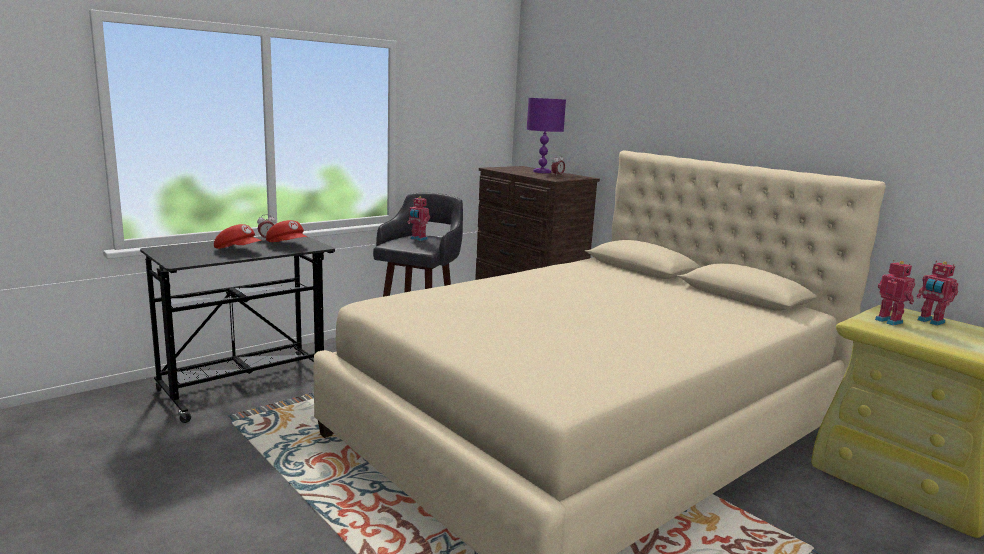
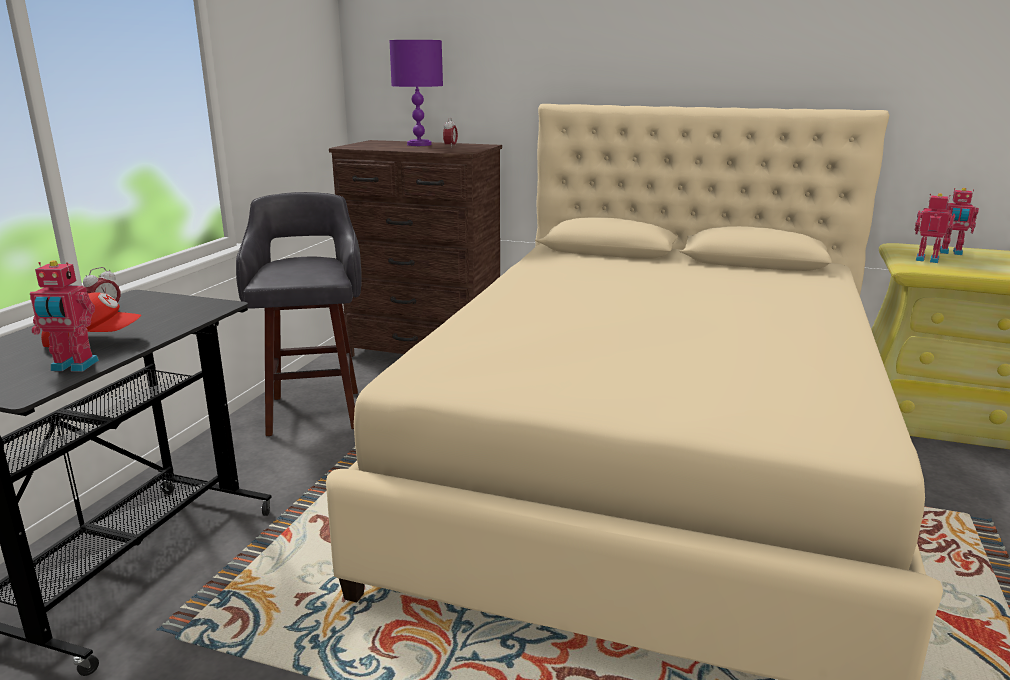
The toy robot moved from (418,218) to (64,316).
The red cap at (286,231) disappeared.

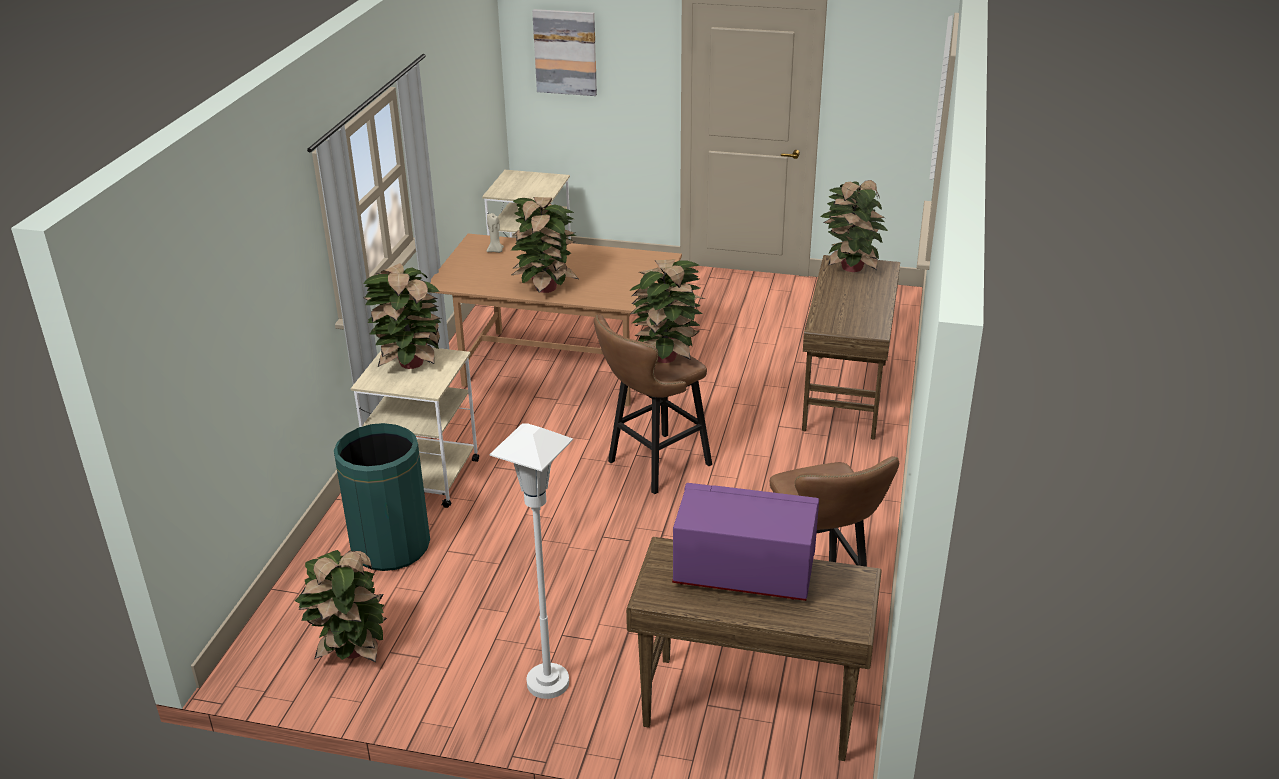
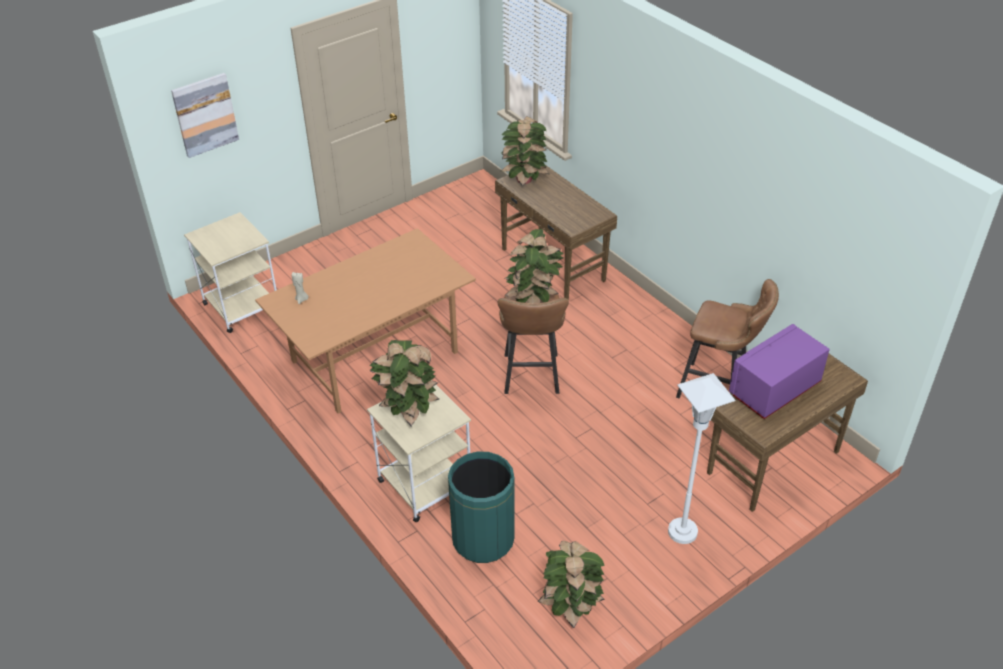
The potted plant at (544,245) disappeared.

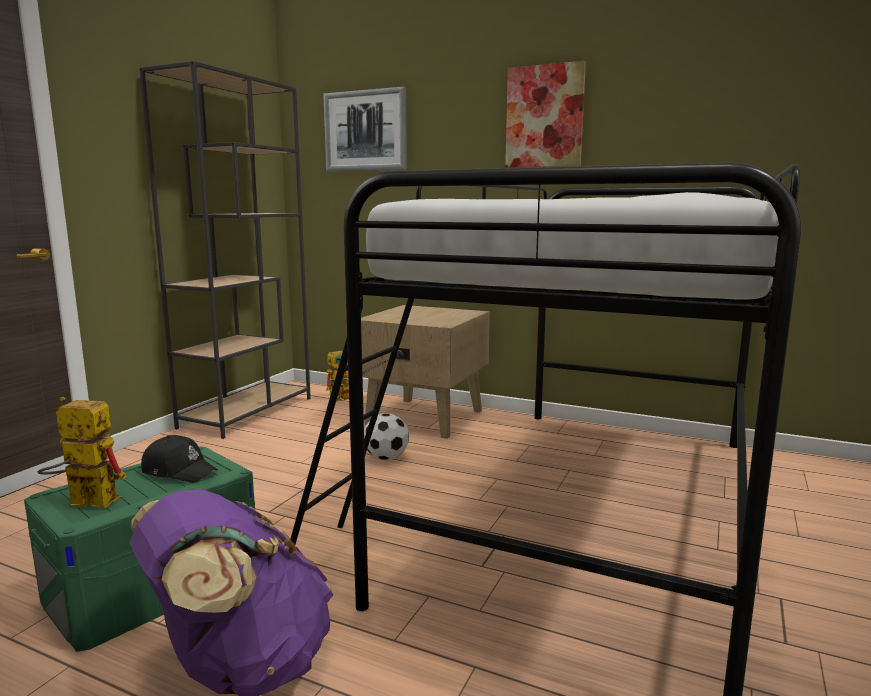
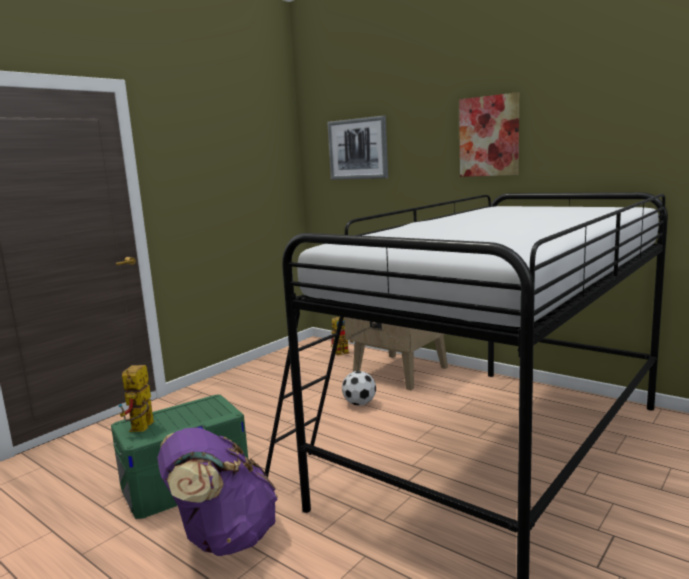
The toy robot at (81,453) turned 105 degrees counterclockwise.
The bookcase at (225,250) disappeared.
The blackish cap at (179,459) disappeared.

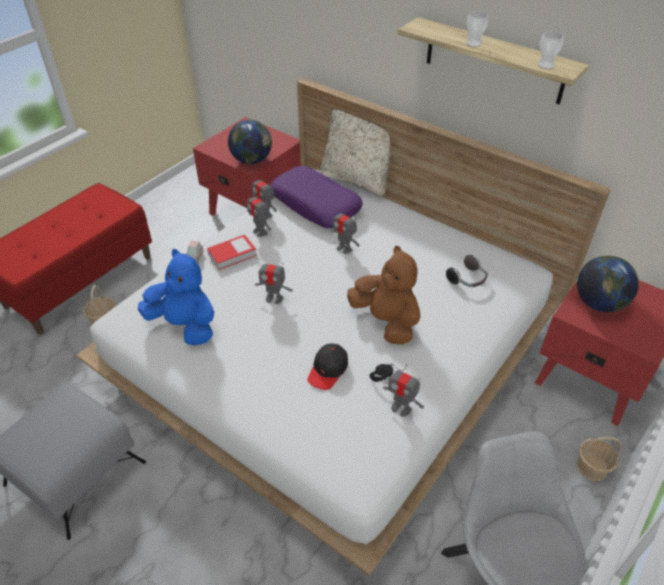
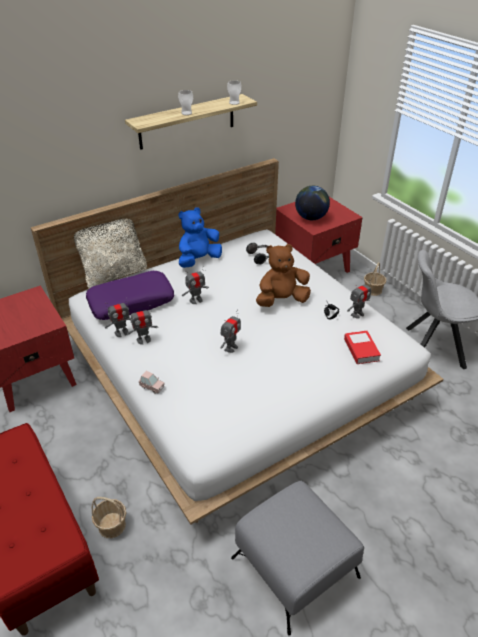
The blue cuddly toy moved from (176,297) to (200,237).
The volume moved from (232,252) to (362,347).
The world globe at (250,142) disappeared.
The blackish cap at (328,366) disappeared.

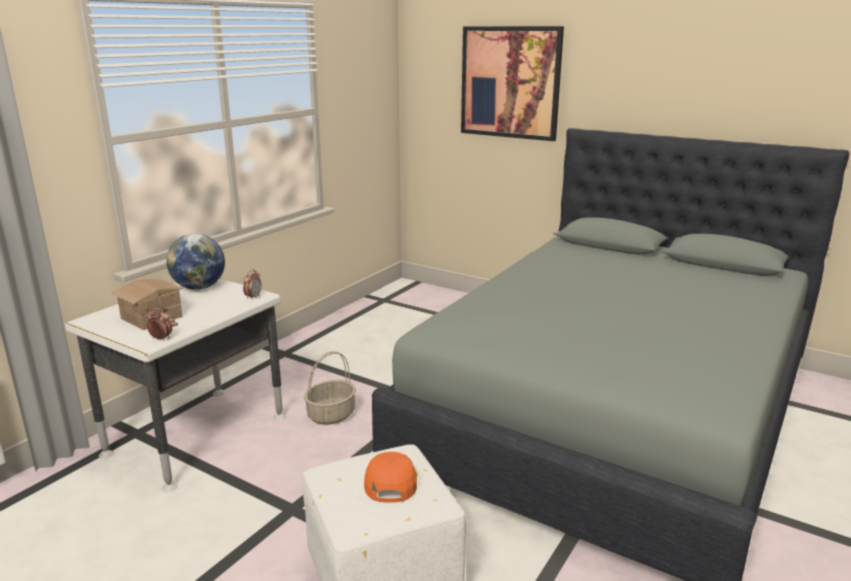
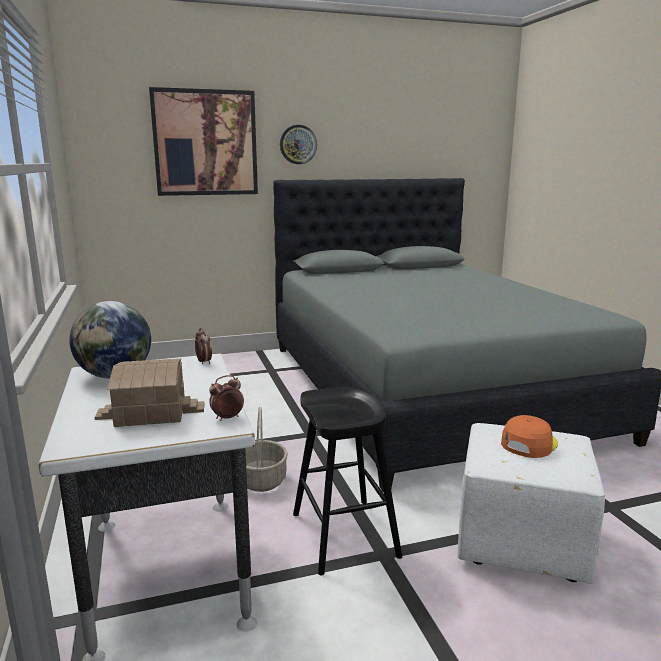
The clock on the wall at (298,144) appeared.
The blackish sitting stool at (347,481) appeared.
The orange-coloured cap at (390,477) turned 90 degrees clockwise.

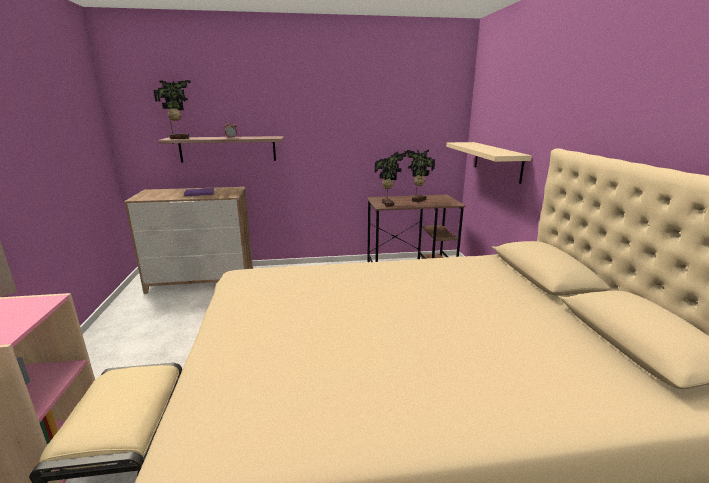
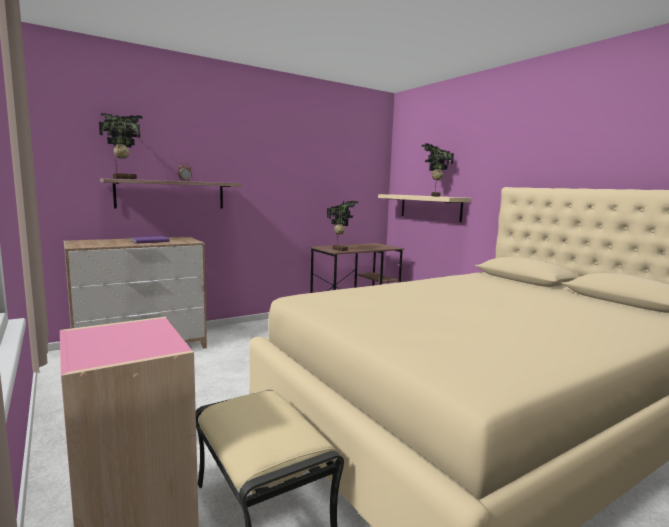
The potted plant moved from (419,176) to (437,170).

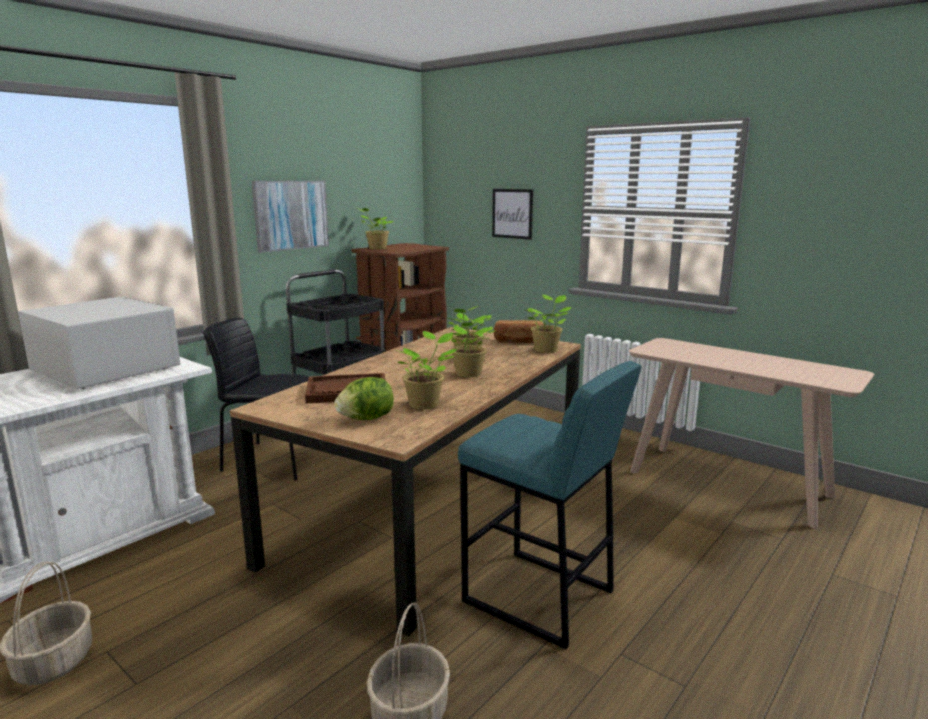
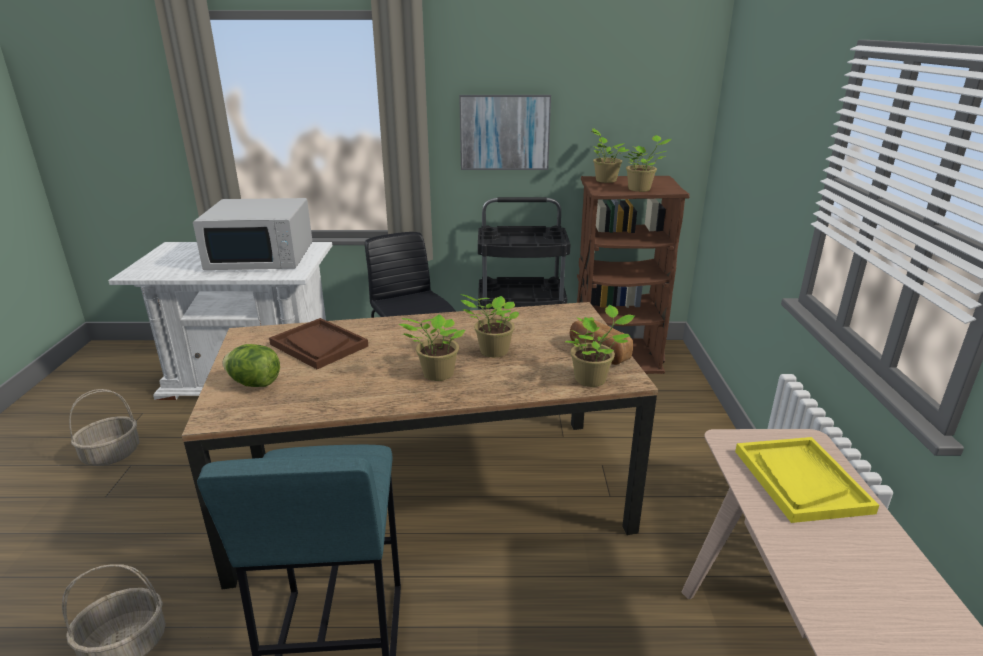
The white-coloured microwave at (99,343) turned 90 degrees clockwise.
The potted plant moved from (428,370) to (646,163).
The yellowish tray at (807,480) appeared.
The wall picture at (512,214) disappeared.

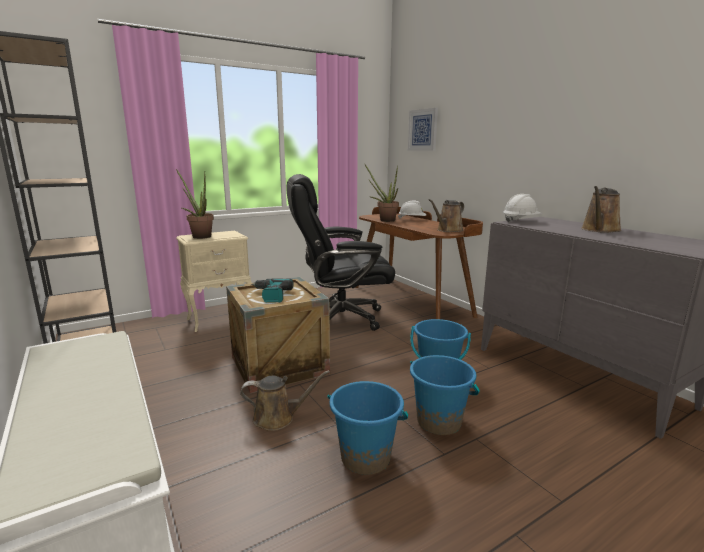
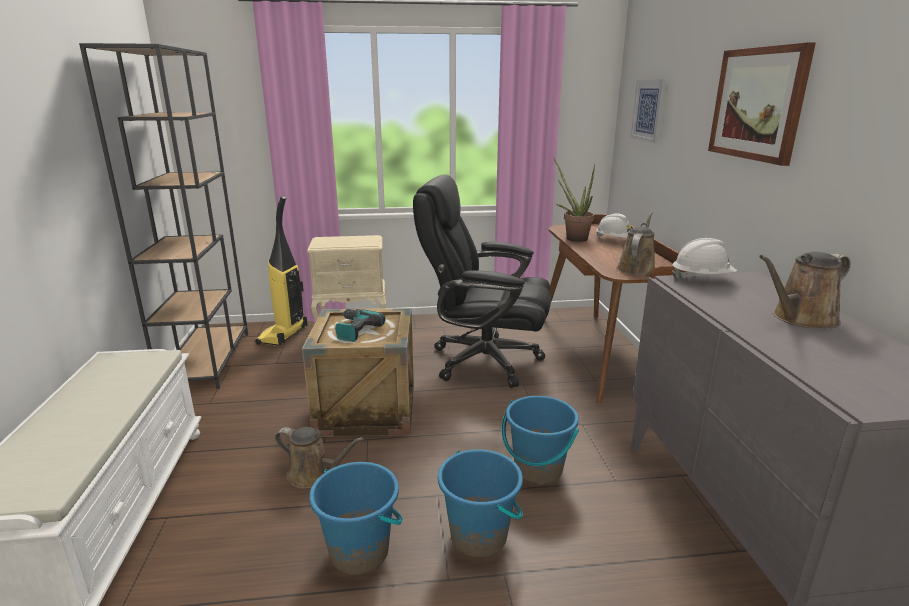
The hoover at (281,271) appeared.
The brownish sprinkling can at (446,215) turned 135 degrees clockwise.
The wall picture at (762,104) appeared.
The potted plant at (195,204) disappeared.

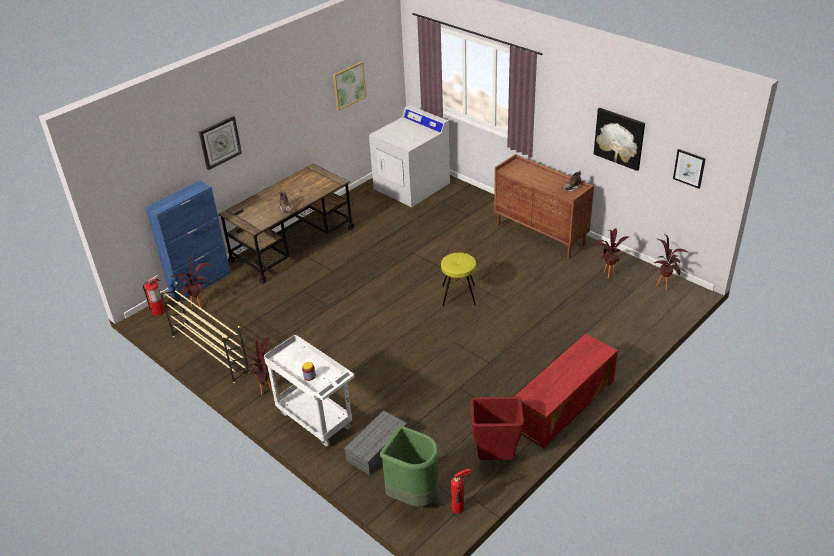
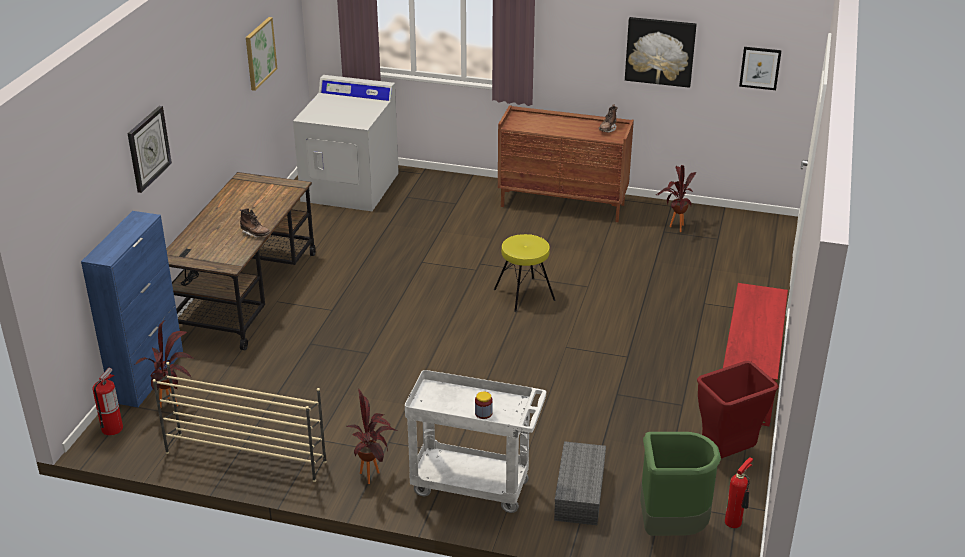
The potted plant at (671,262) disappeared.

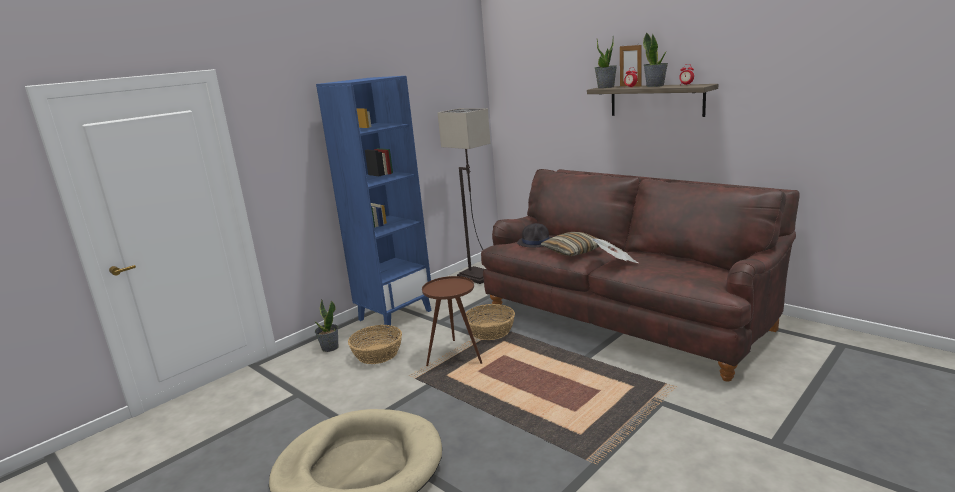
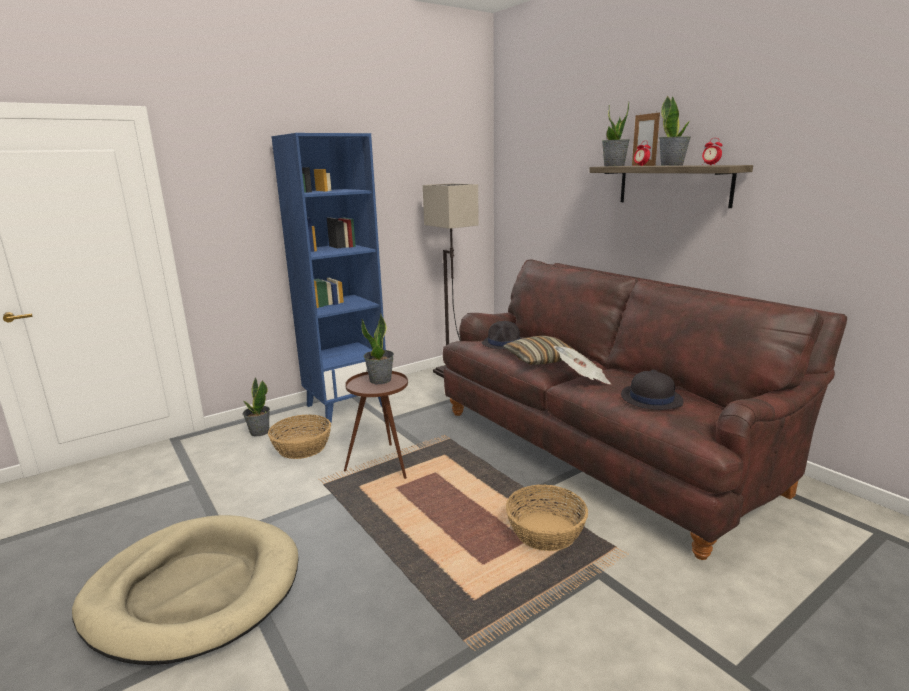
The potted plant at (378,349) appeared.
The basket moved from (490,322) to (547,518).
The blackish wearable hat at (652,390) appeared.

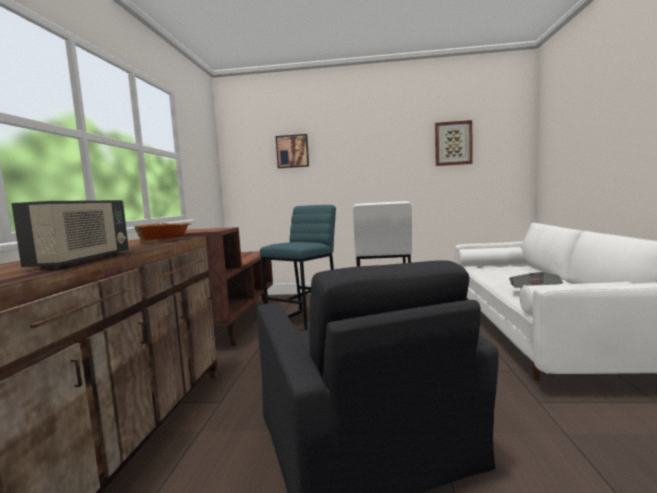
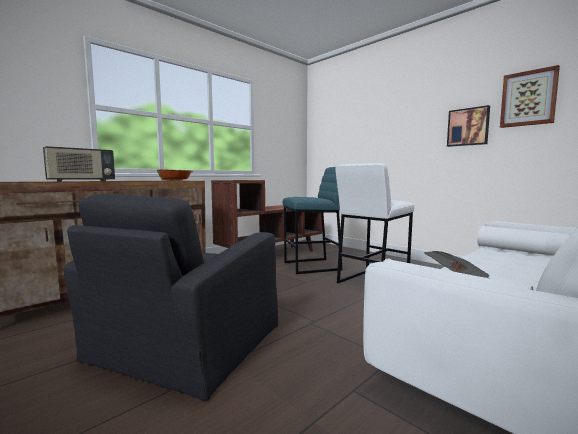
The wall picture moved from (292,151) to (468,126).

